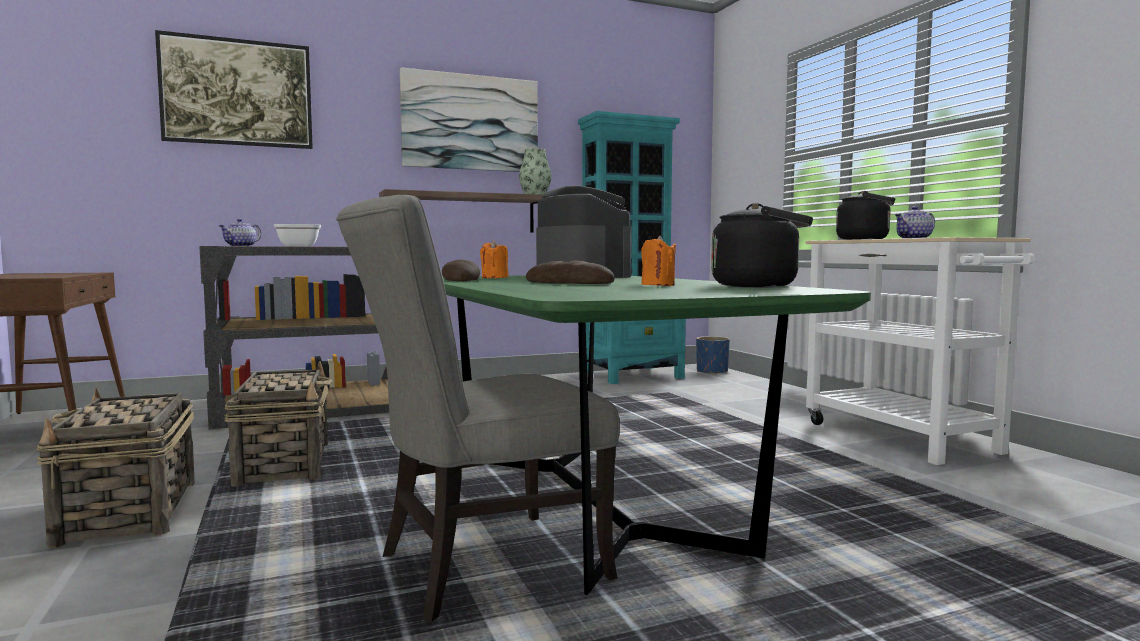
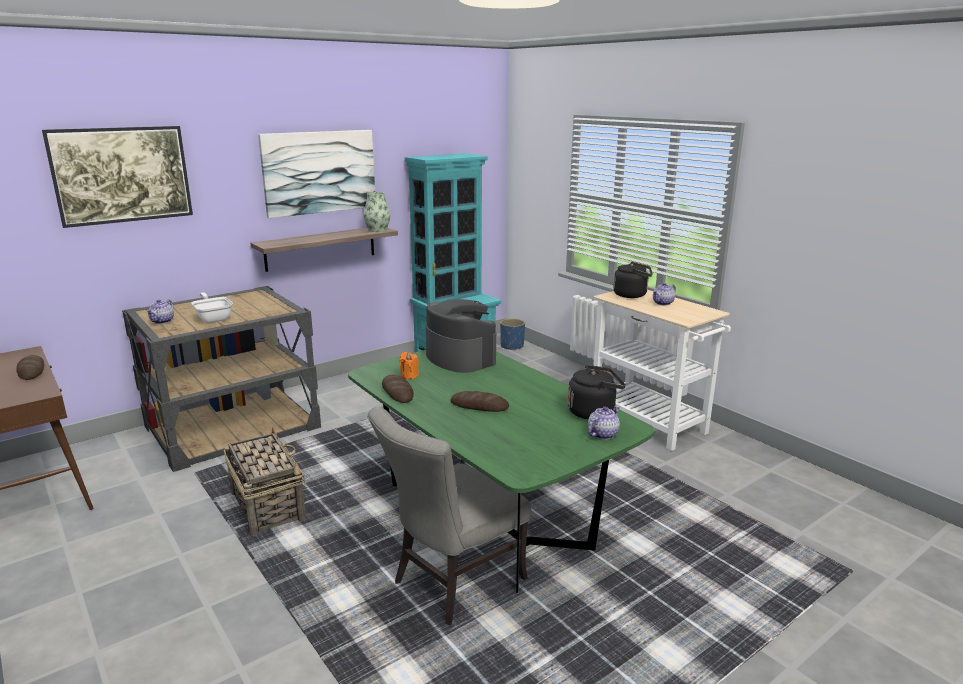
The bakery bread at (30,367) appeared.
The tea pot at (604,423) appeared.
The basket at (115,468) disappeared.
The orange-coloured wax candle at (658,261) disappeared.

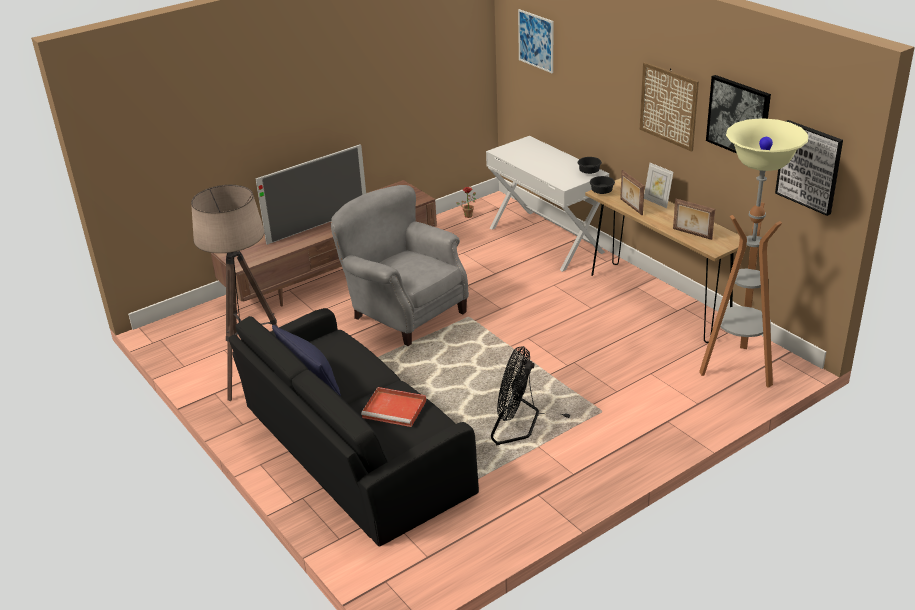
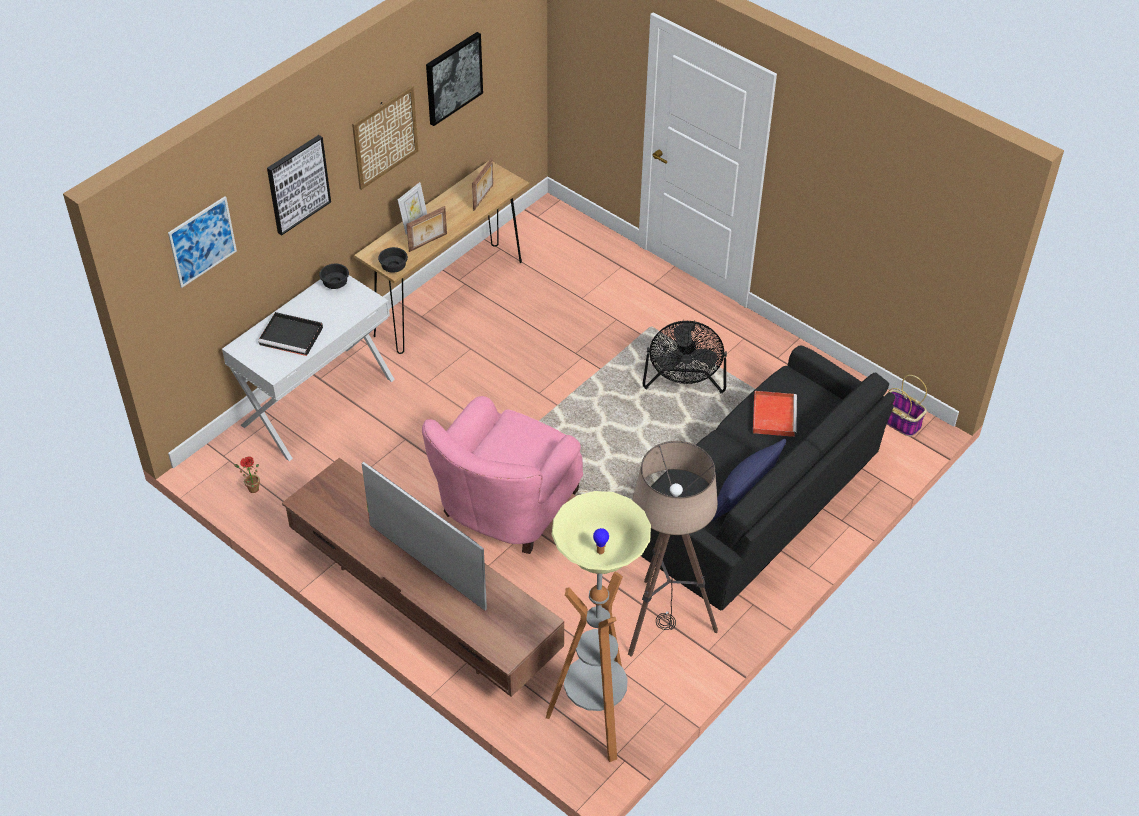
The blackish tray at (290,334) appeared.
The wall picture moved from (809,168) to (299,185).
The grey lounge chair at (400,265) became the pinkish lounge chair at (502,475).
The floor lamp moved from (753,253) to (598,626).
The basket at (905,406) appeared.

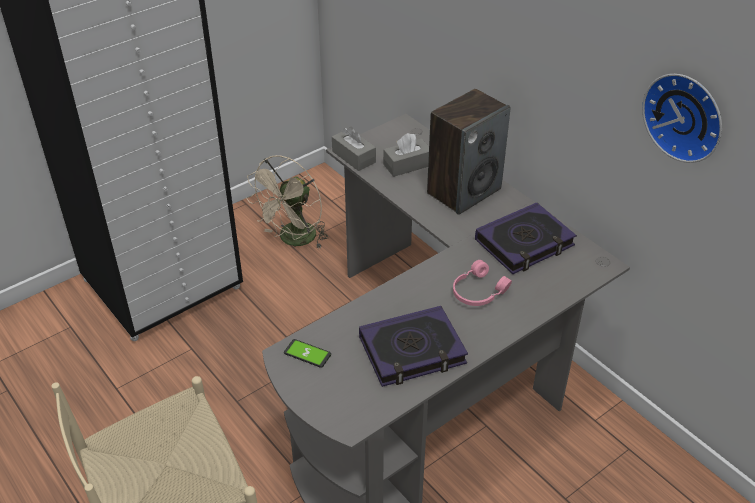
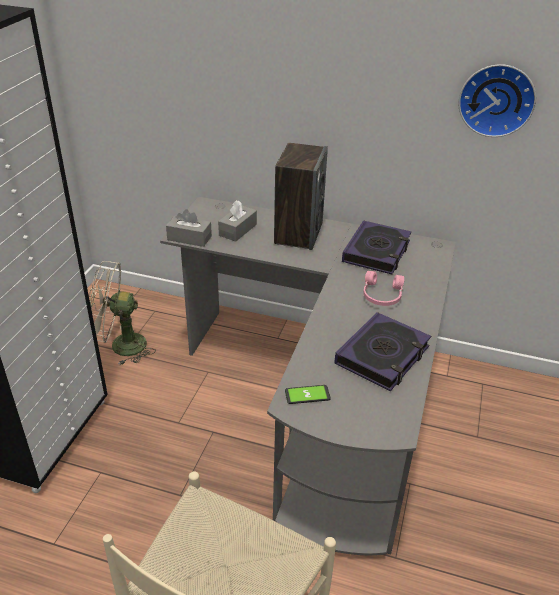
The sand-coloured cooling fan at (287,202) turned 90 degrees clockwise.

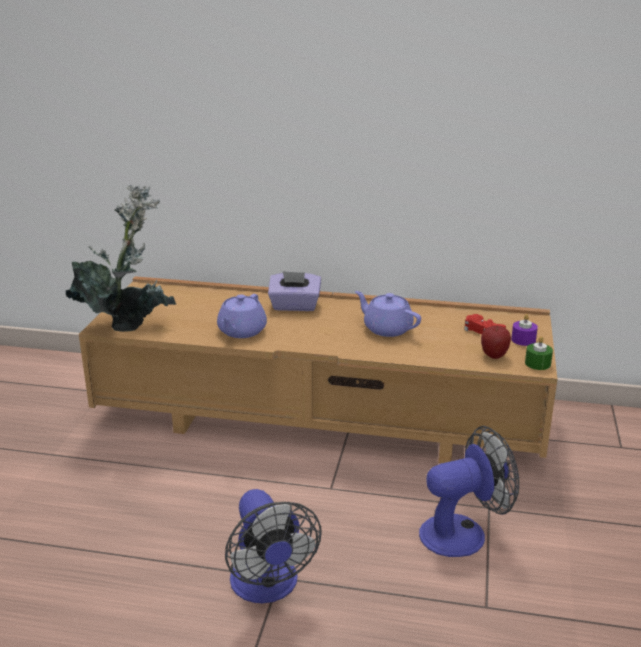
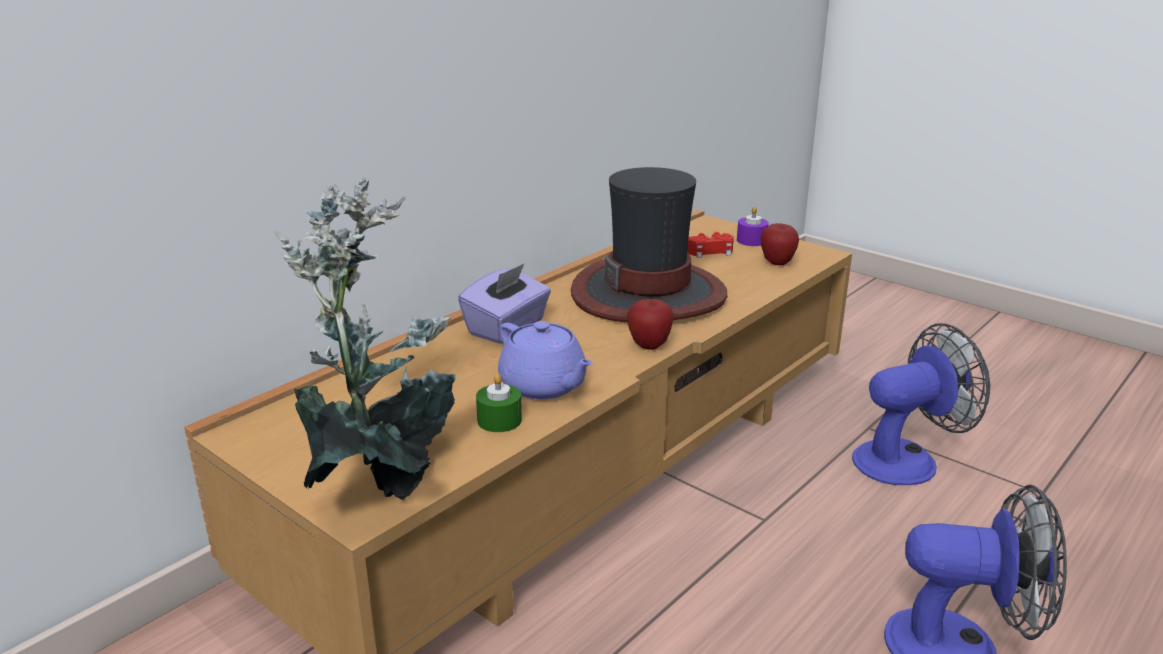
The green wax candle moved from (539,353) to (499,402).
The purple-coloured tea pot at (388,314) was replaced by the wearable hat at (649,244).
The apple at (650,324) appeared.
The cooling fan at (469,491) turned 60 degrees clockwise.

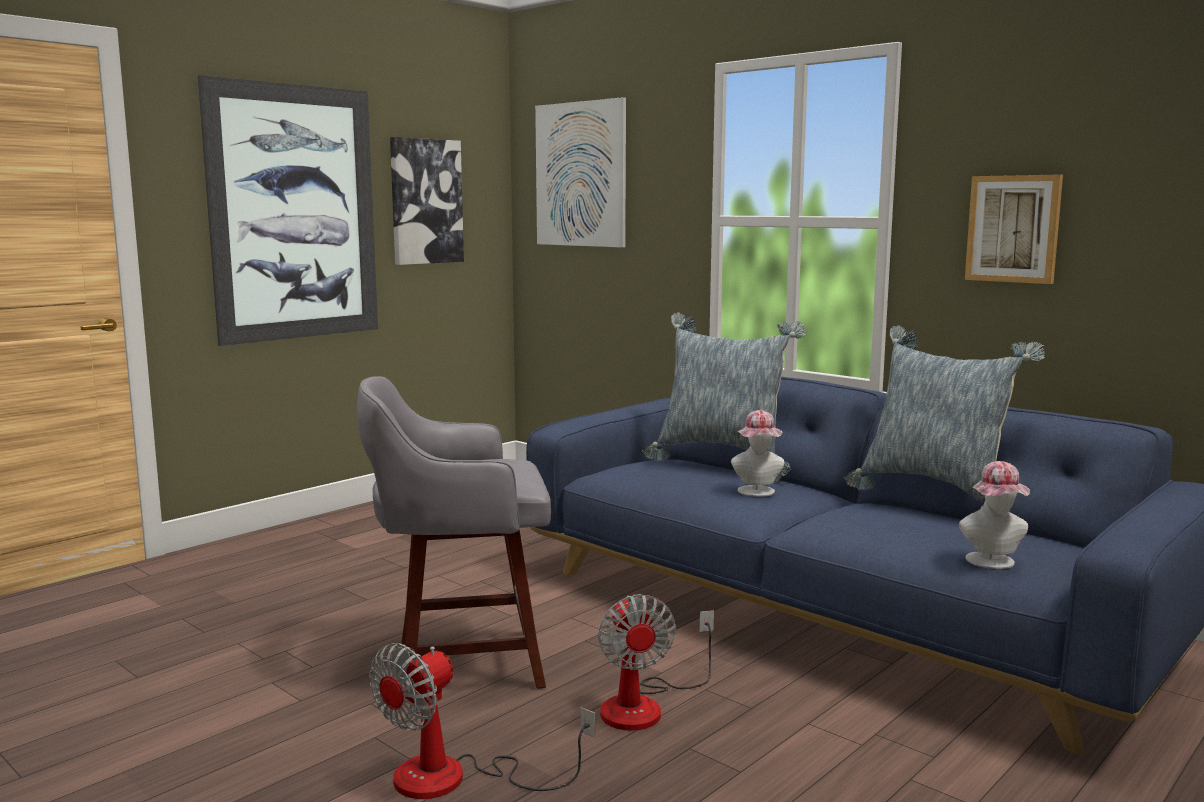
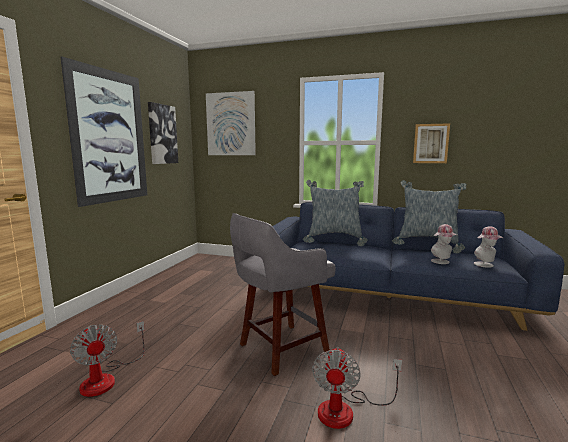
The cooling fan moved from (656,662) to (107,359).
The wearable hat moved from (757,453) to (444,244).

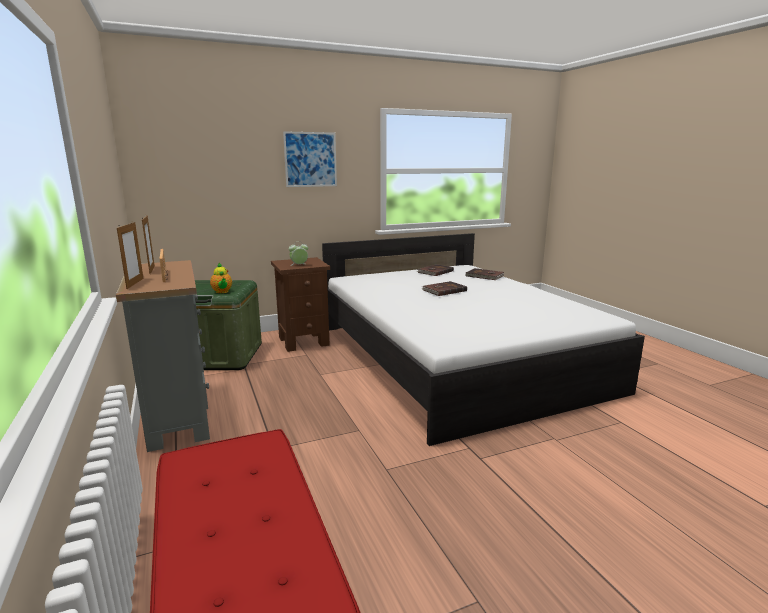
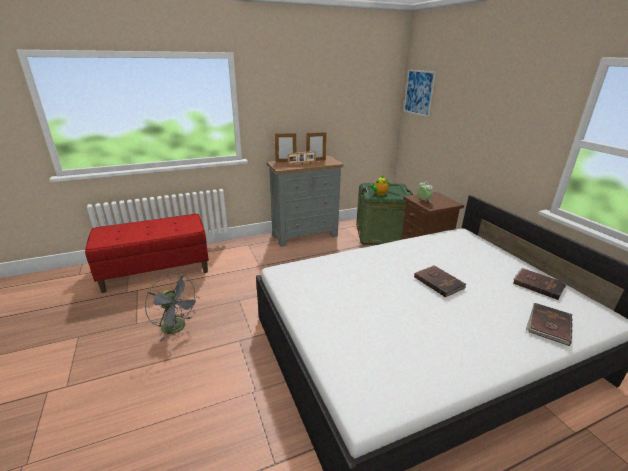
The grey cooling fan at (172,307) appeared.
The wall picture moved from (310,159) to (420,93).

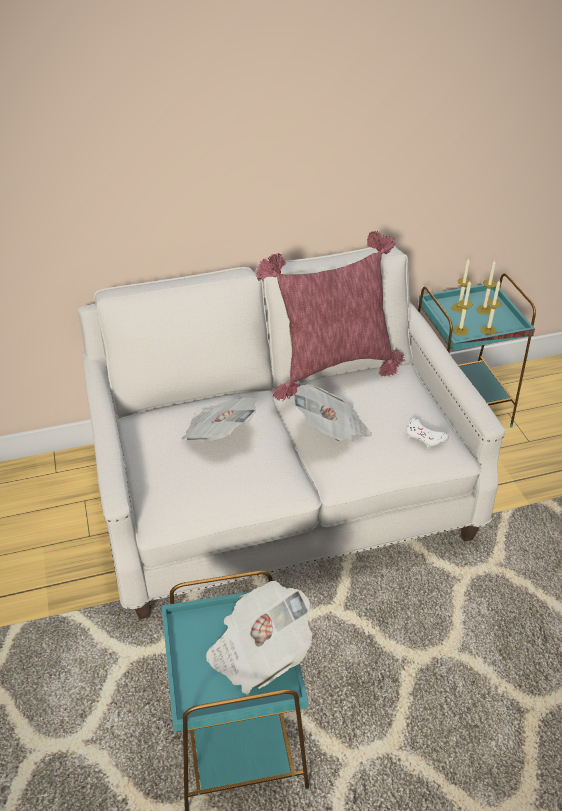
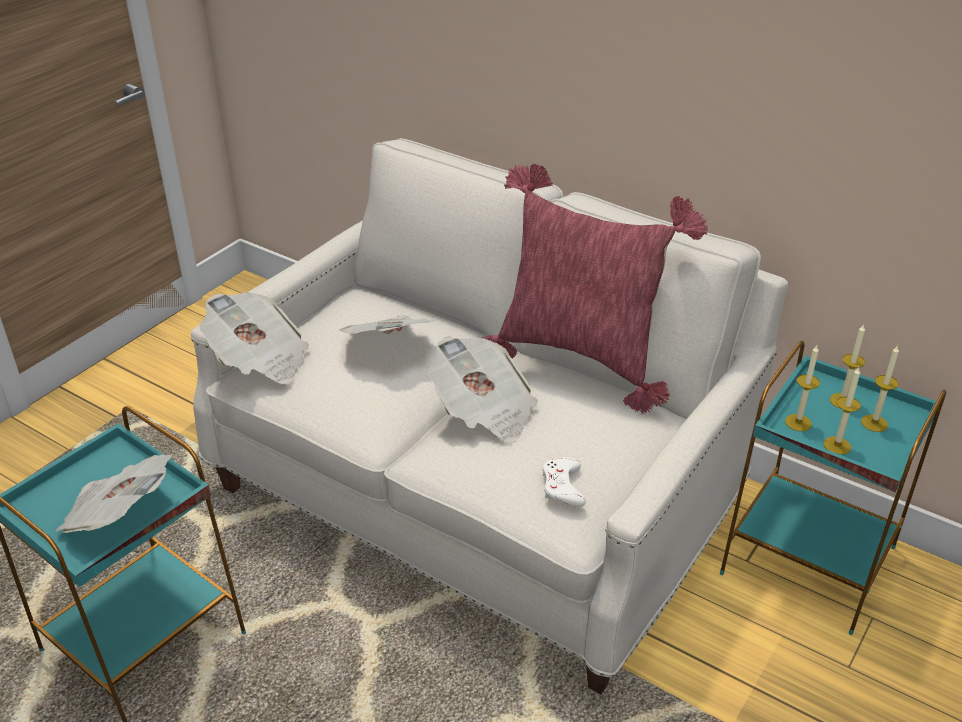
The printed paper at (254,338) appeared.

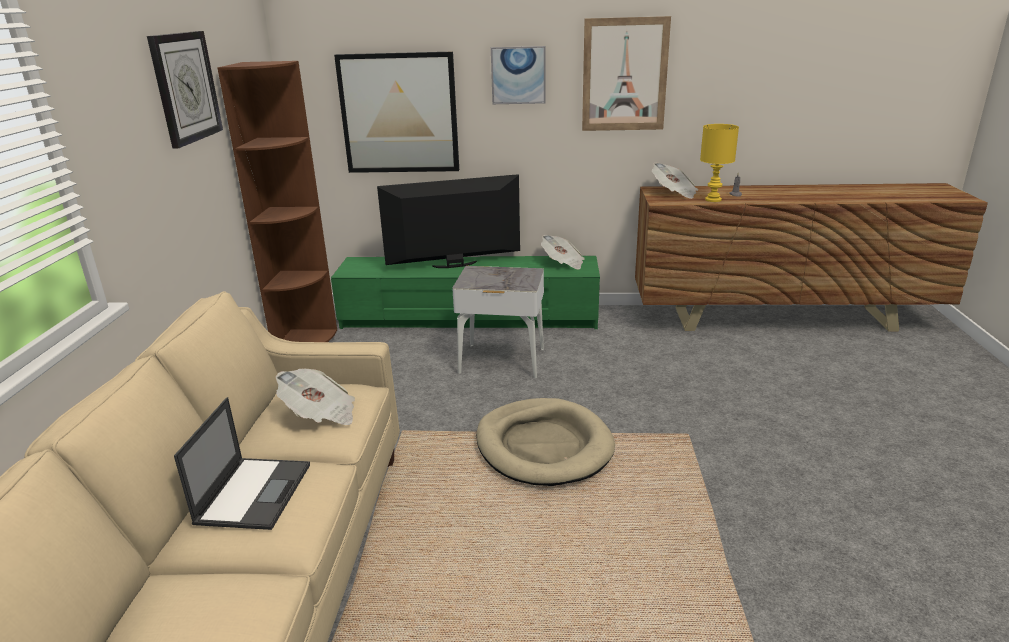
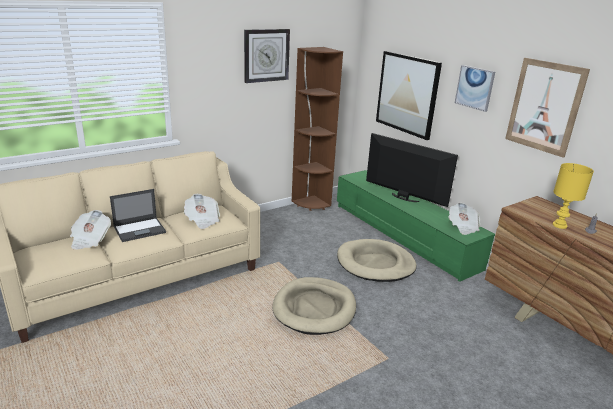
The printed paper moved from (675,180) to (90,230).
The accent table at (498,322) was replaced by the sand-coloured dog bed at (376,260).

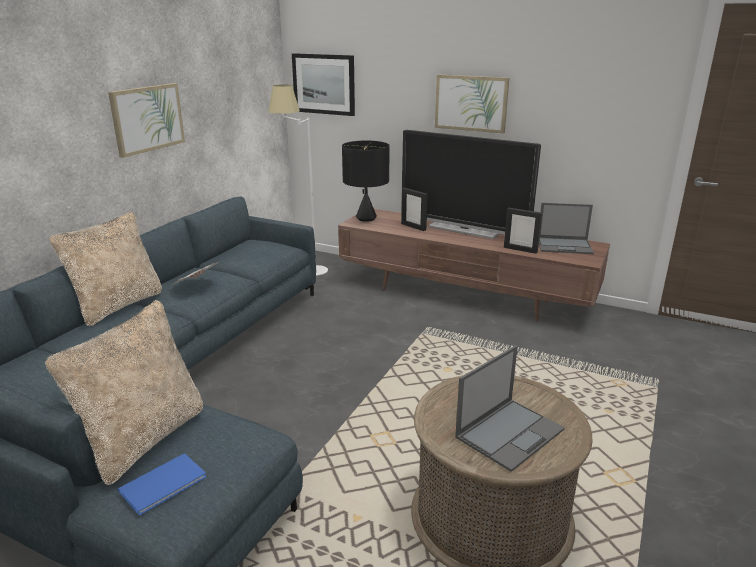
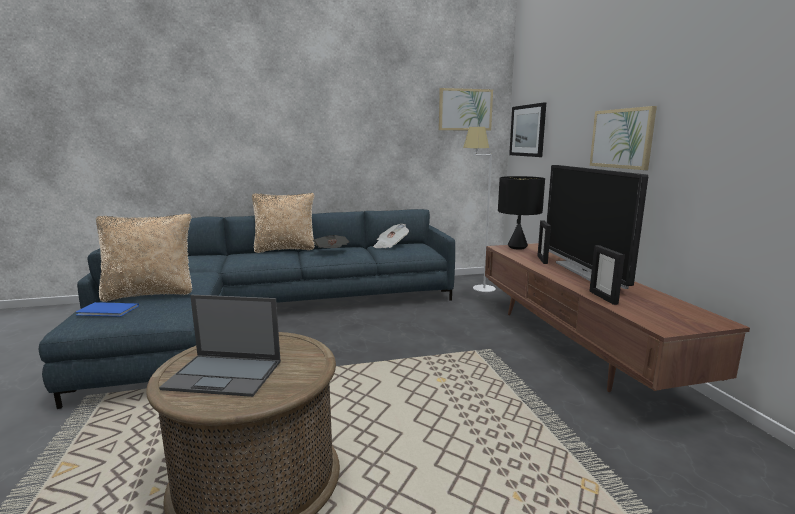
The printed paper at (391,236) appeared.
The wall picture moved from (146,120) to (466,109).
The laptop at (566,228) disappeared.

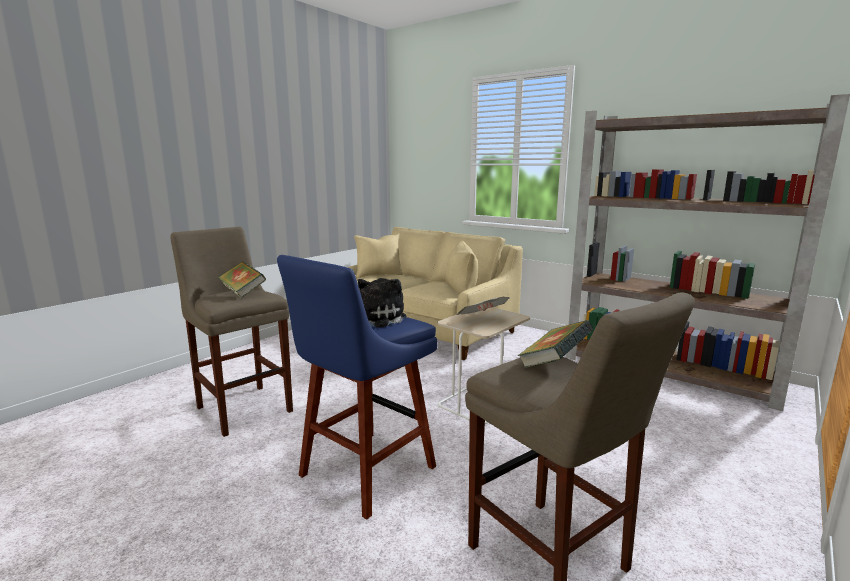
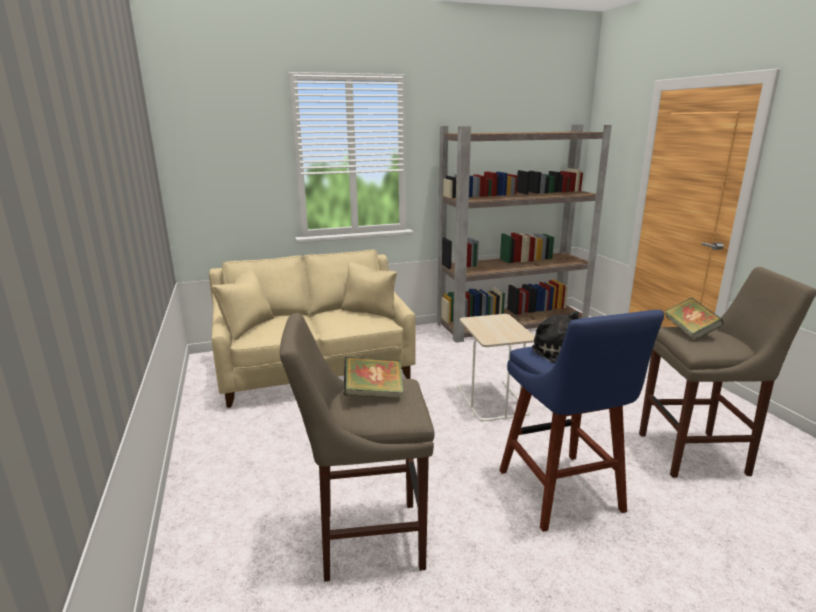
The printed paper at (483,306) disappeared.

